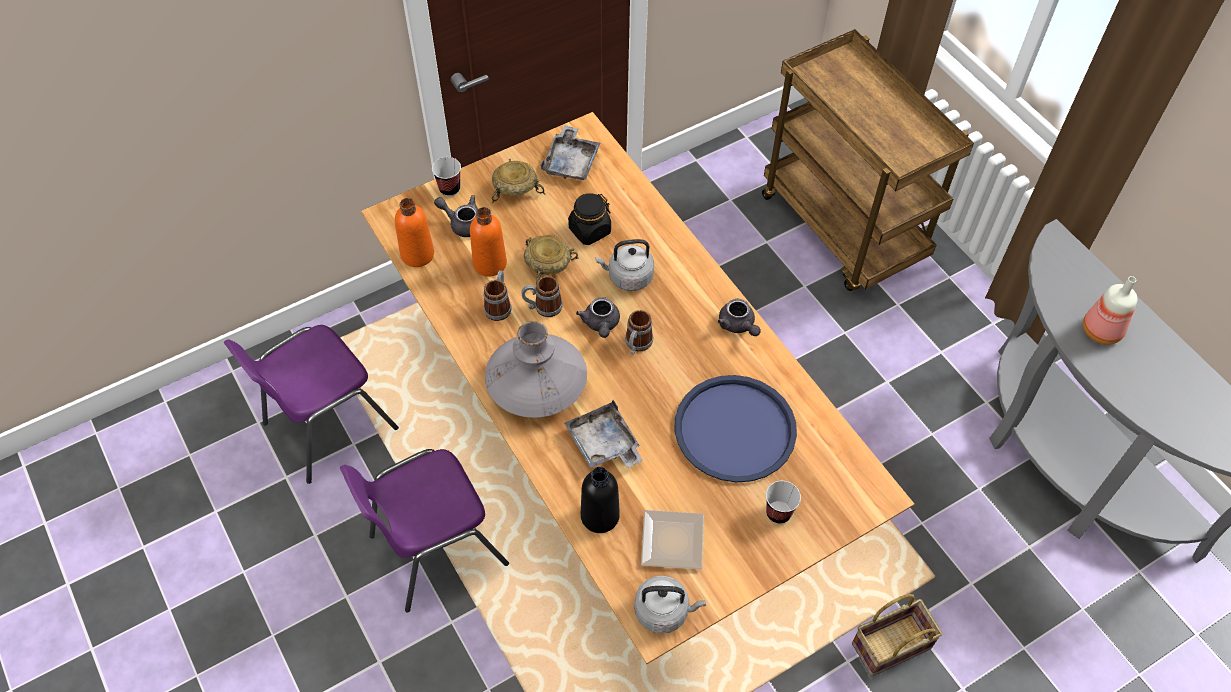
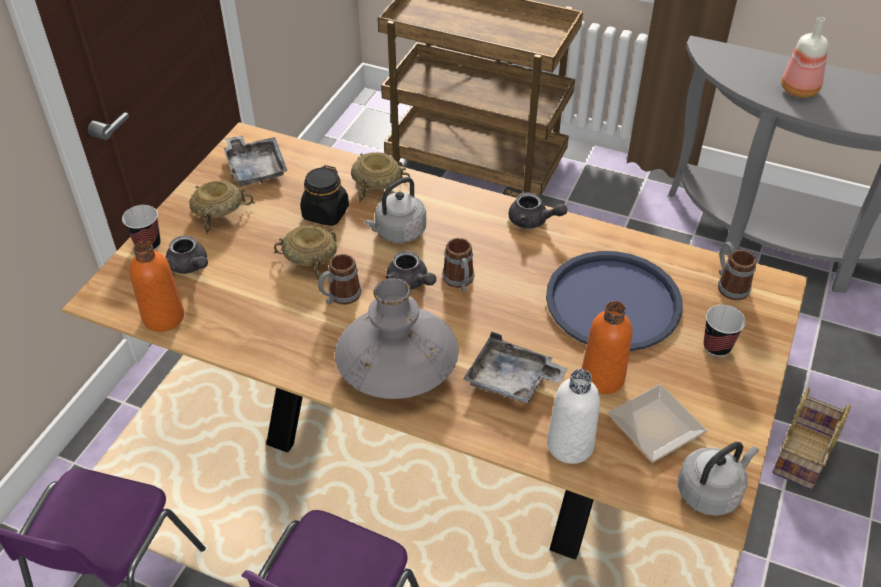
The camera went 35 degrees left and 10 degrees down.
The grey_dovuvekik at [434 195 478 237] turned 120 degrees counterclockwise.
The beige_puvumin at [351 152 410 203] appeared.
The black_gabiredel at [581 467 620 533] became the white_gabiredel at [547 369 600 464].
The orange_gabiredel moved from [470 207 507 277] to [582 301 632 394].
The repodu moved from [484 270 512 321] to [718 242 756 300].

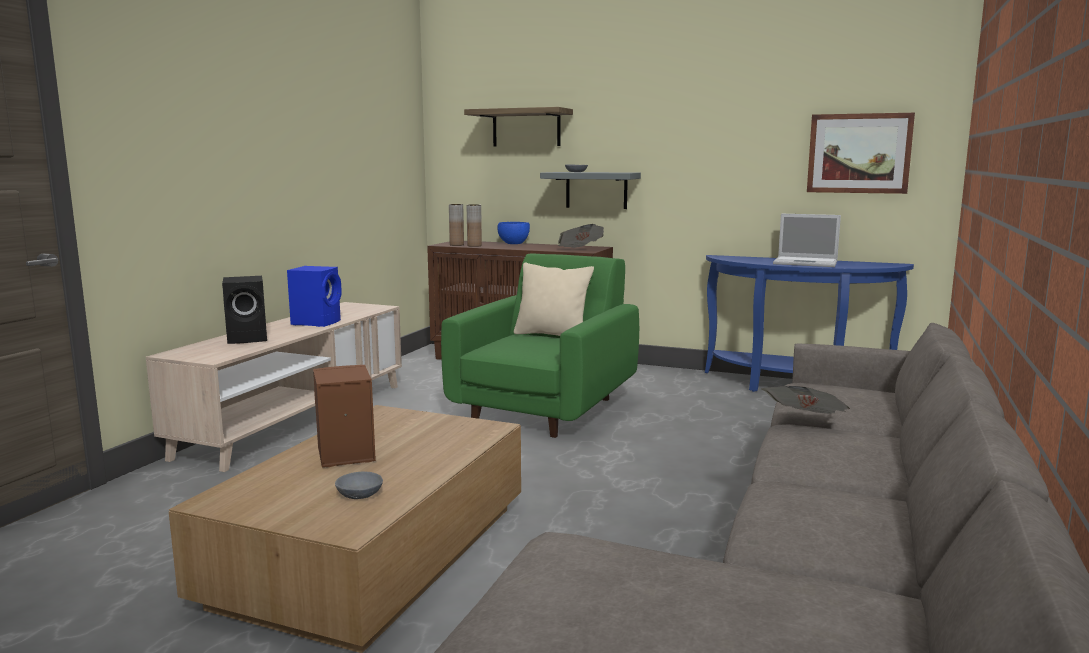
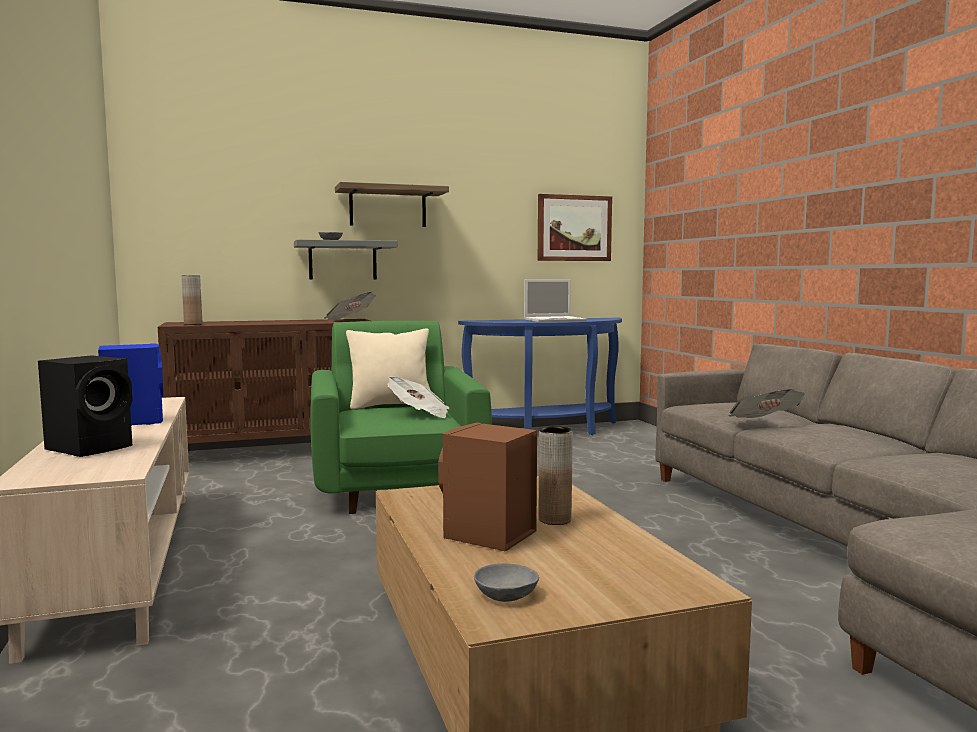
The camera went 40 degrees left and 5 degrees down.
The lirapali moved from [464 107 573 146] to [335 182 449 227].
The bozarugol at [387 376 449 418] appeared.
The grey_puvumin moved from [335 472 383 499] to [474 563 539 602].
The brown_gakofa moved from [467 204 482 247] to [538 426 573 525].
The blue_puvumin at [497 222 530 244] disappeared.

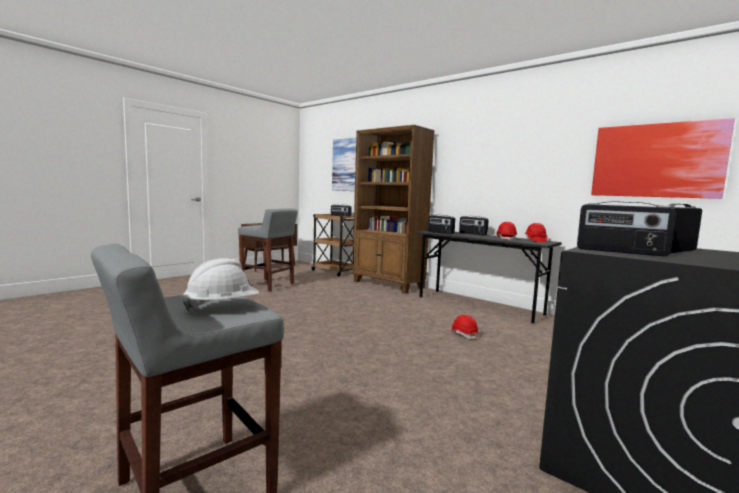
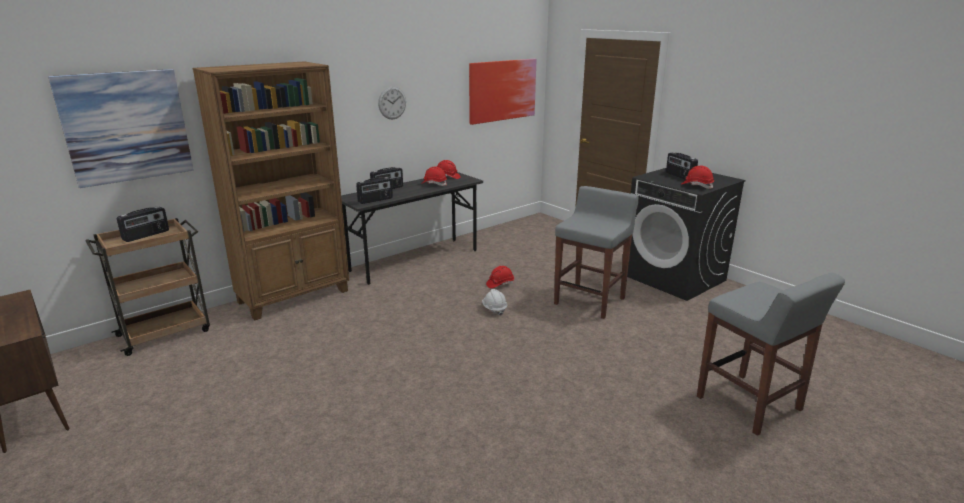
The camera went 80 degrees left and 15 degrees up.
The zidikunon at [378 87 406 119] appeared.
The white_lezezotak moved from [183 258 259 311] to [482 289 507 316].
The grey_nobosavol moved from [238 208 298 292] to [554 186 639 319].
The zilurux at [577 201 676 256] was replaced by the red_lezezotak at [682 165 714 189].

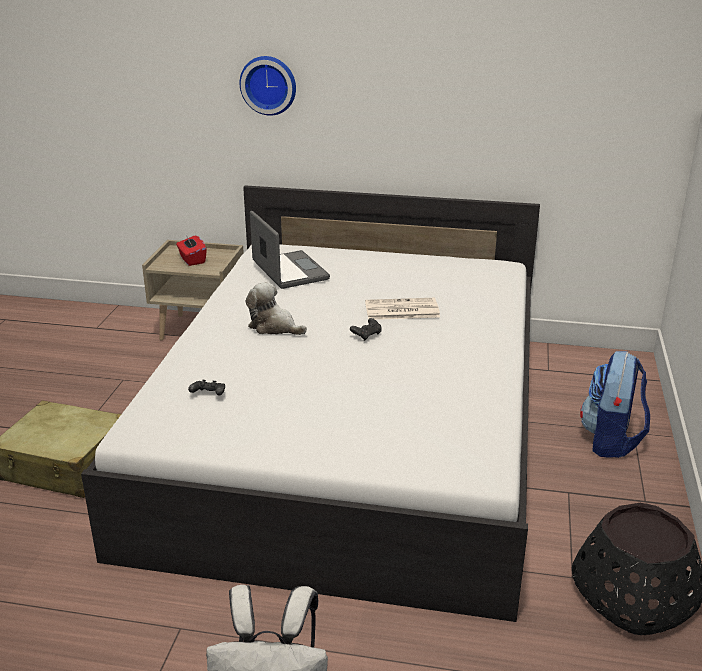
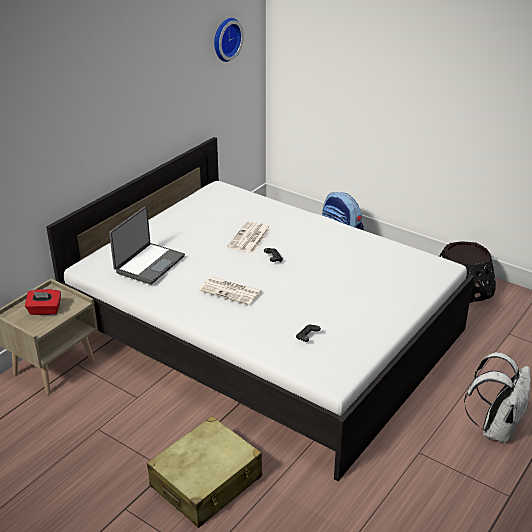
The camera went 65 degrees left and 5 degrees up.
The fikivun at [250 211 330 289] turned 120 degrees clockwise.
The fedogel at [246 282 307 335] was replaced by the bozarugol at [199 277 262 305].
The zidikunon moved from [240 56 296 116] to [214 18 244 62].

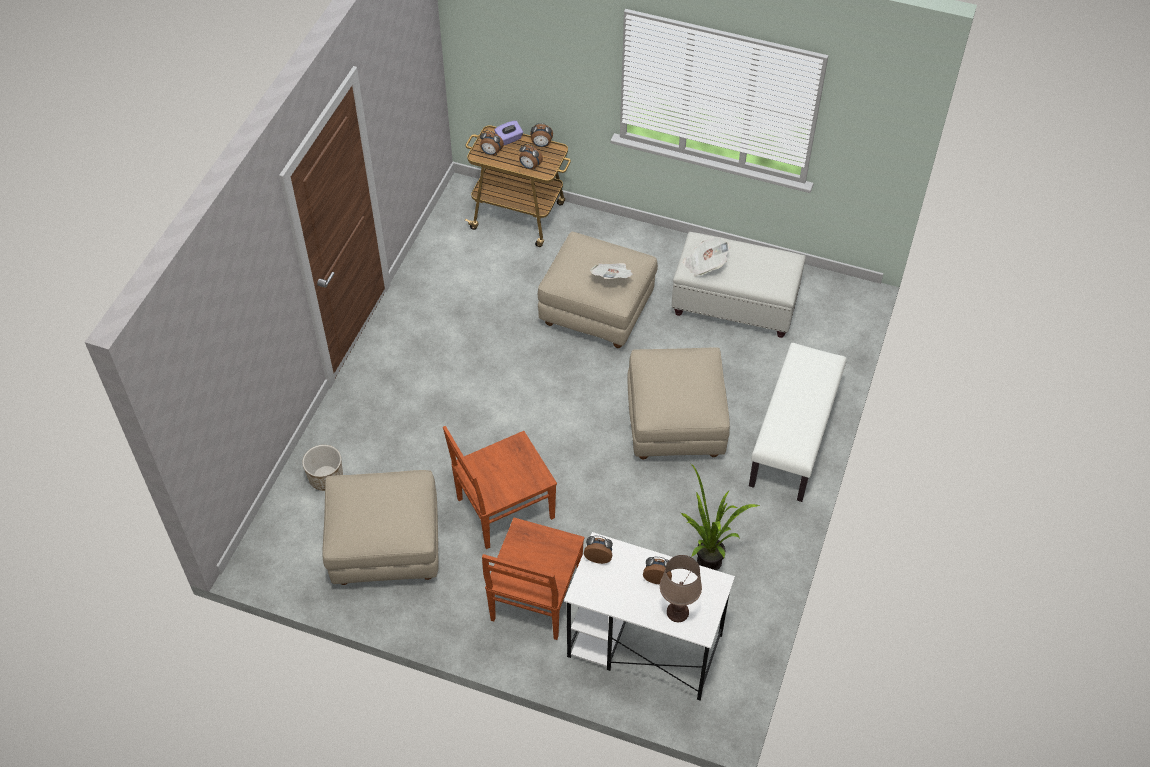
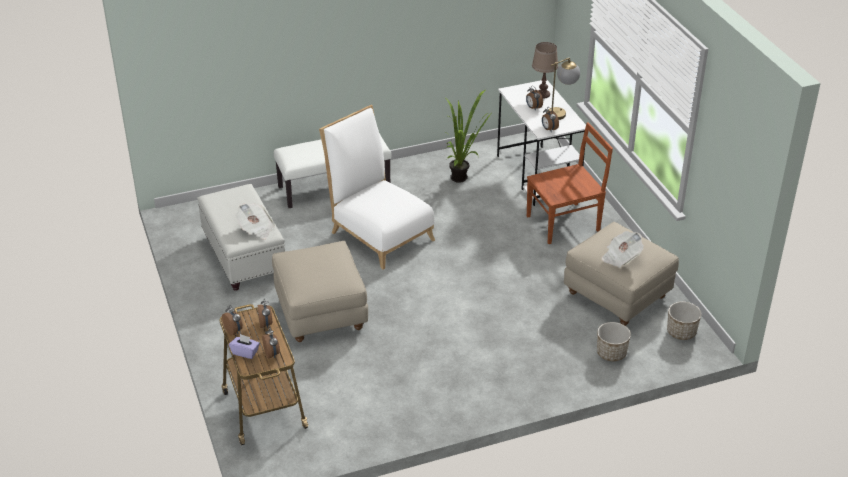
The camera went 130 degrees left and 15 degrees down.
The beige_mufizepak at [628 347 730 460] was replaced by the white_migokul at [319 105 435 270].
The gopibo at [547 57 580 120] appeared.
The bozarugol moved from [590 263 633 279] to [601 231 644 268].
The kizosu at [667 302 701 340] appeared.
The brown_migokul at [443 426 557 549] disappeared.

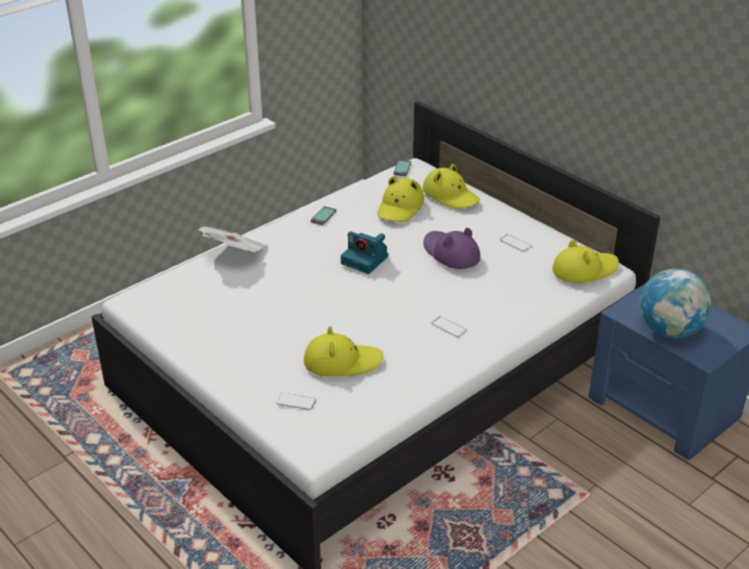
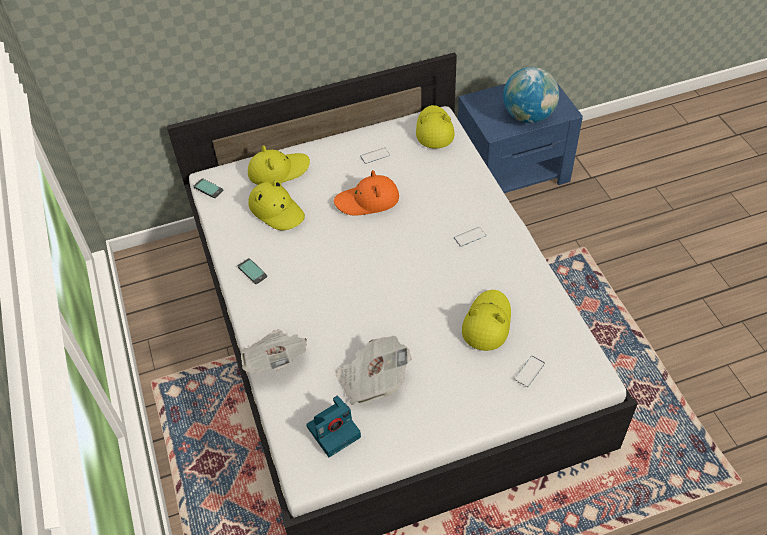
The camera went 65 degrees left and 15 degrees up.
The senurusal moved from [341 231 388 274] to [306 395 361 457].
The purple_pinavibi at [423 228 481 269] became the orange_pinavibi at [334 170 399 216].
The bozarugol at [336 336 411 405] appeared.

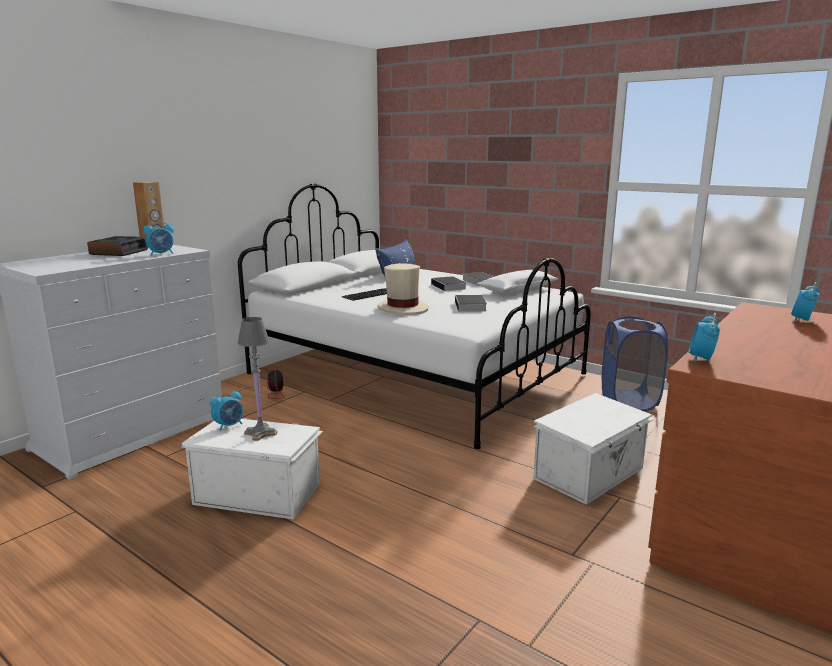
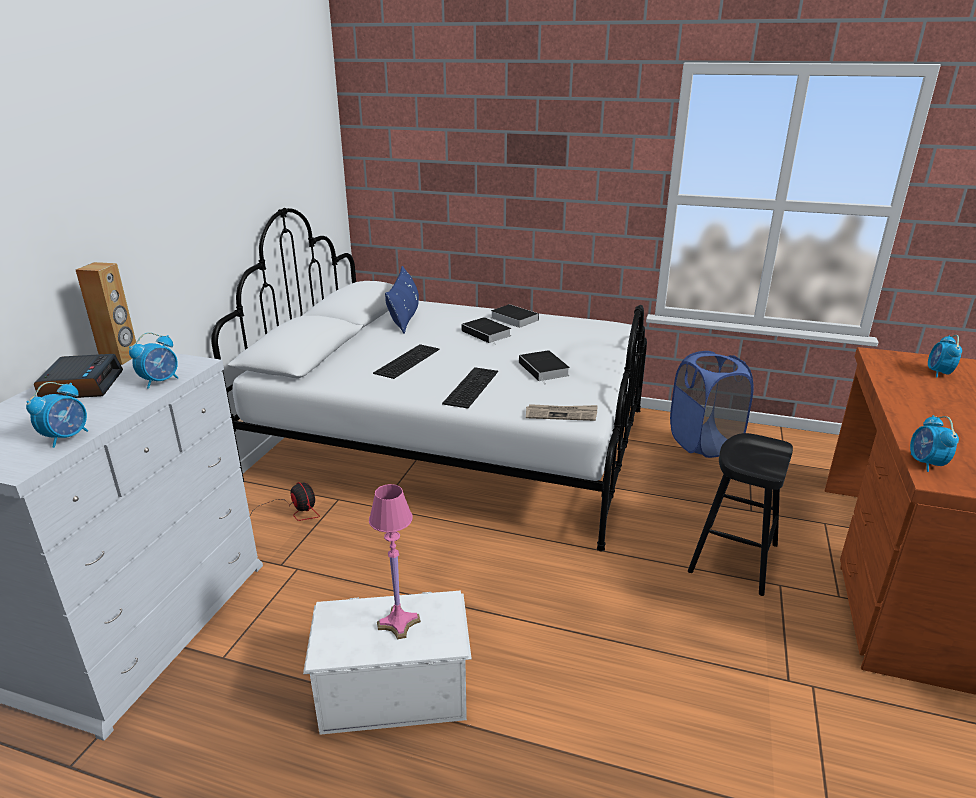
The camera went 20 degrees left and 10 degrees up.
The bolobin moved from [210 389 243 431] to [26 382 88 448].
The grey_gopibo at [237 317 278 441] became the pink_gopibo at [369 484 421 639].
The beige_pinavibi at [377 263 429 315] was replaced by the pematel at [442 367 498 409].
The bozarugol at [526 404 598 421] appeared.
The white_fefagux at [533 393 655 505] was replaced by the black_nobosavol at [688 433 793 596].
The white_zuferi at [477 270 559 294] disappeared.

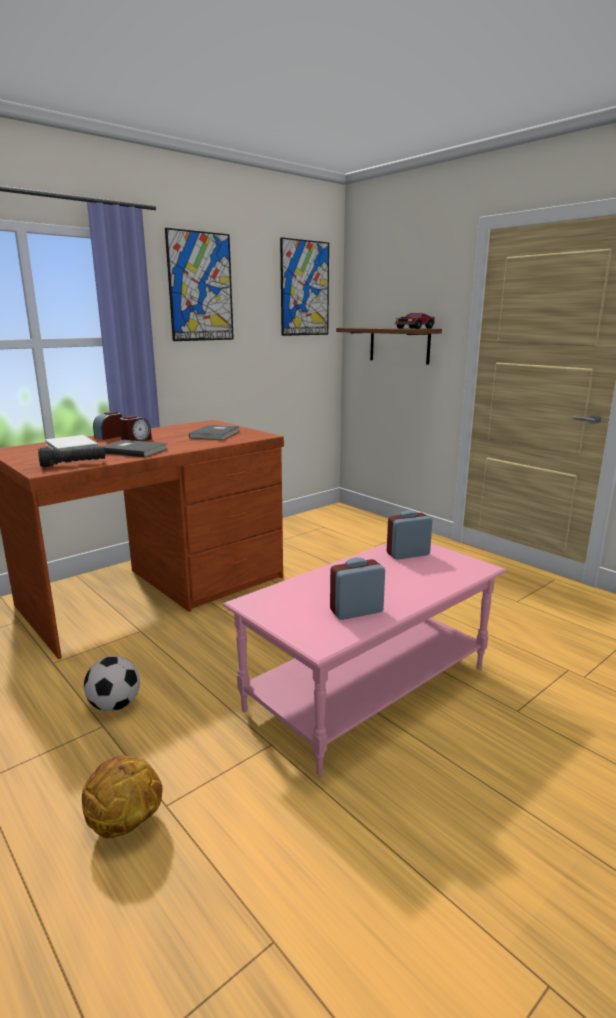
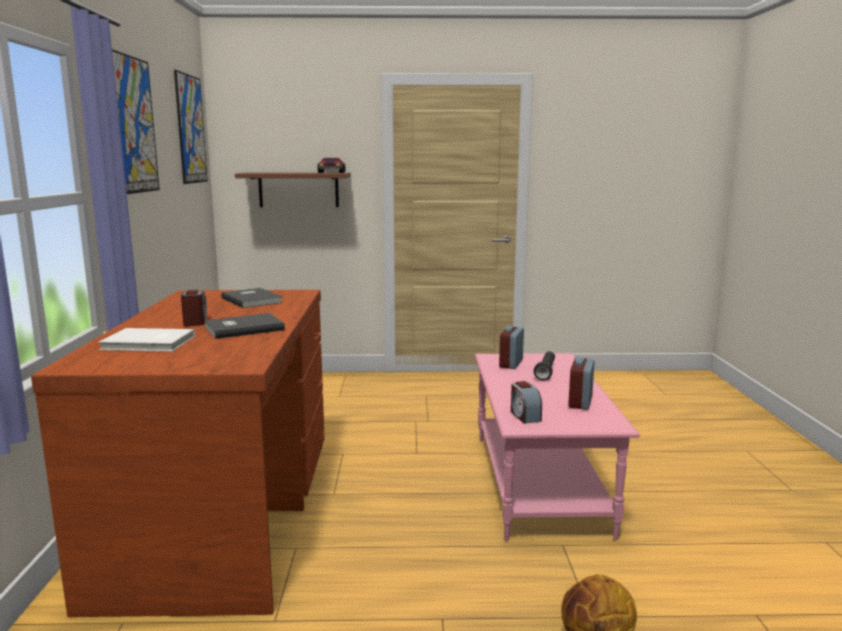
The camera went 50 degrees left and 5 degrees down.
The bolobin moved from [93 411 122 440] to [511 381 542 424].
The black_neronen moved from [38 447 105 467] to [534 351 555 380].
The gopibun at [84 656 140 711] disappeared.

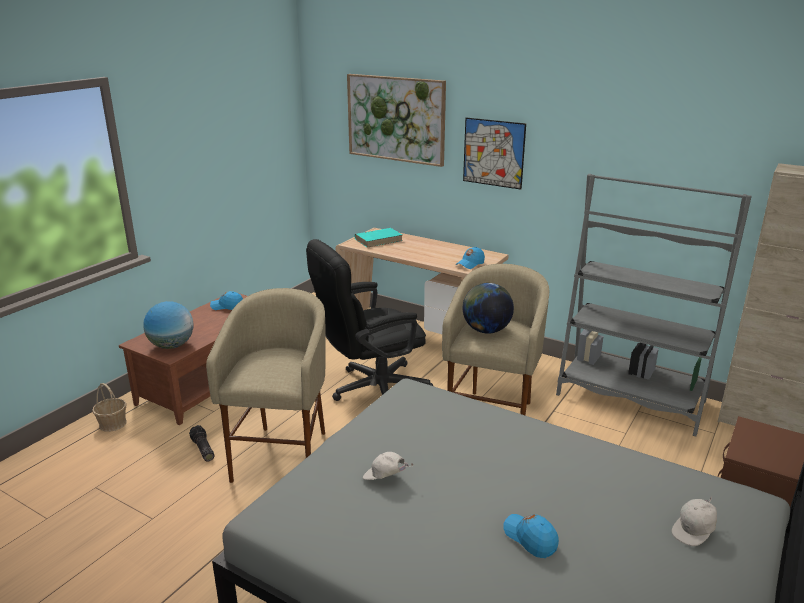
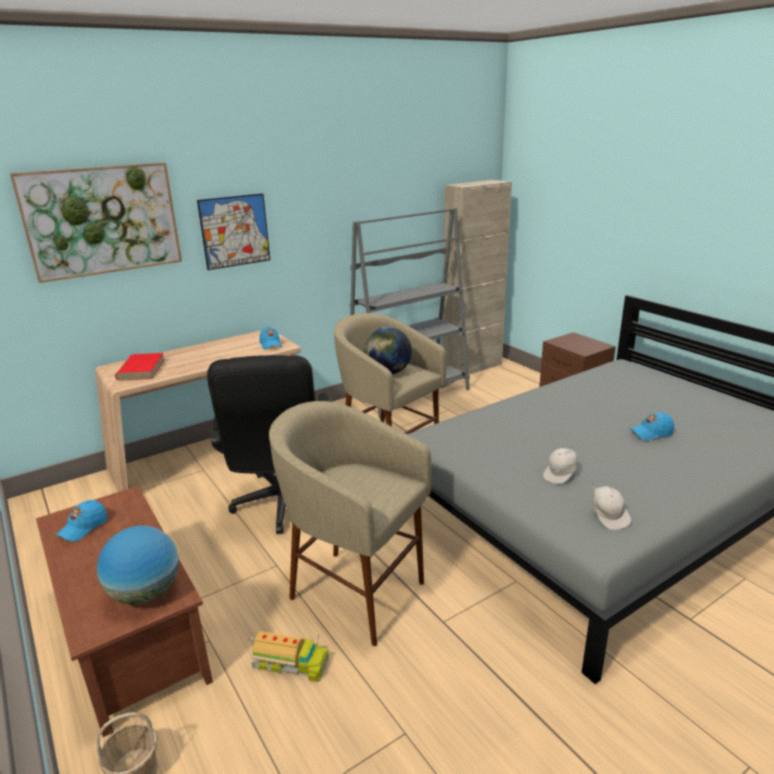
The camera went 65 degrees left and 0 degrees up.
The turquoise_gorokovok at [354 228 403 247] became the red_gorokovok at [115 353 165 381].
The neronen at [189 425 214 461] was replaced by the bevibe at [247 631 329 682].
The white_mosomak moved from [671 496 717 546] to [592 483 631 530].

